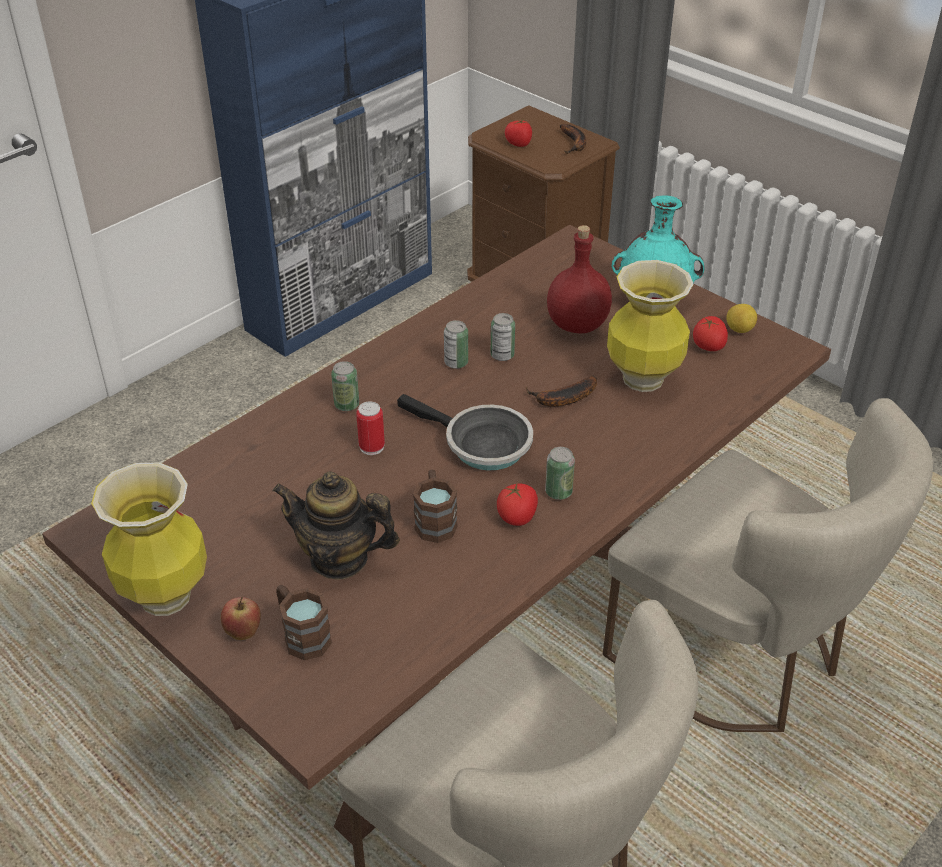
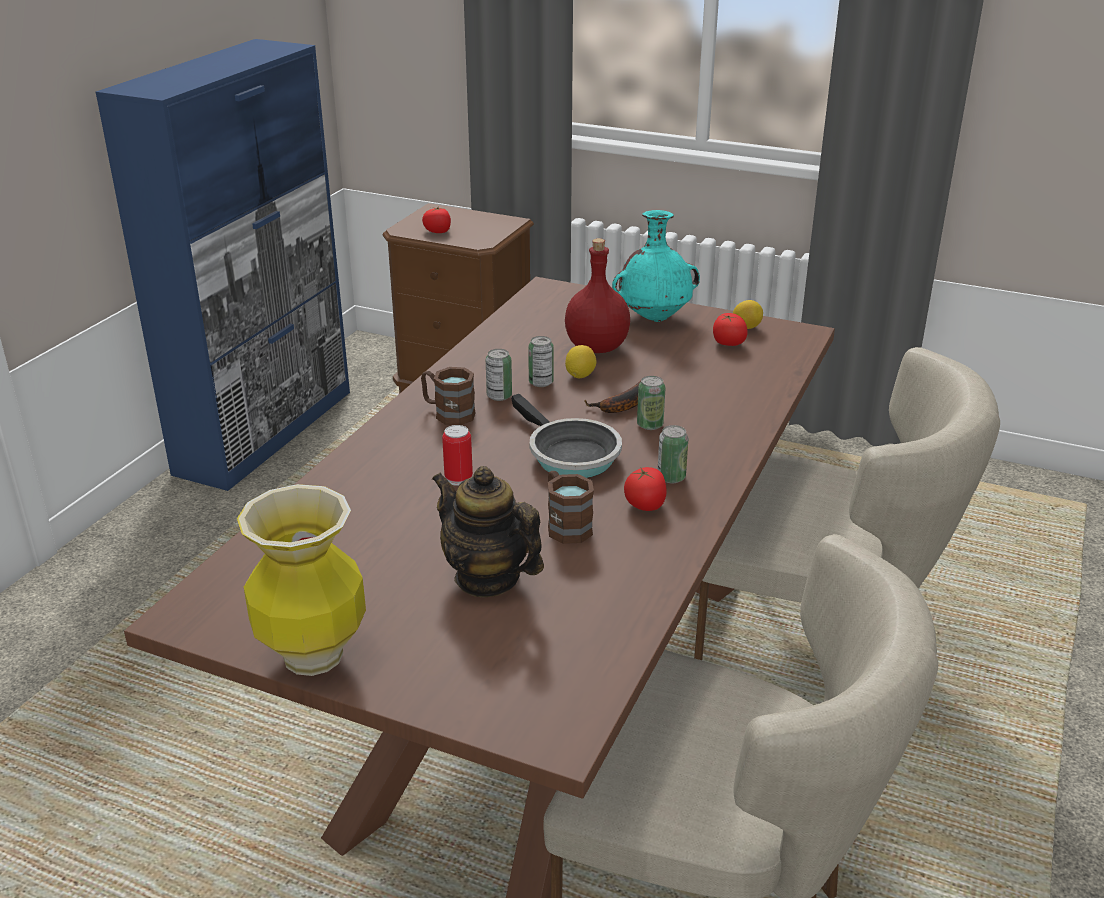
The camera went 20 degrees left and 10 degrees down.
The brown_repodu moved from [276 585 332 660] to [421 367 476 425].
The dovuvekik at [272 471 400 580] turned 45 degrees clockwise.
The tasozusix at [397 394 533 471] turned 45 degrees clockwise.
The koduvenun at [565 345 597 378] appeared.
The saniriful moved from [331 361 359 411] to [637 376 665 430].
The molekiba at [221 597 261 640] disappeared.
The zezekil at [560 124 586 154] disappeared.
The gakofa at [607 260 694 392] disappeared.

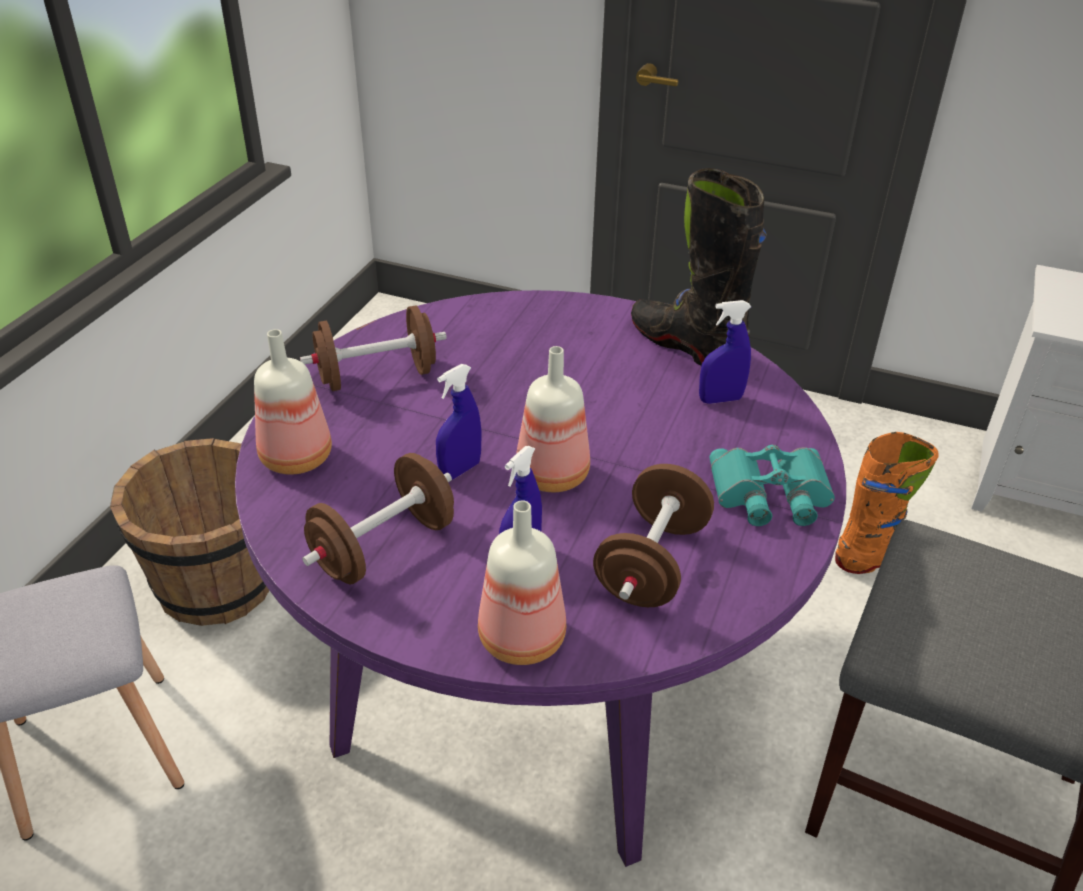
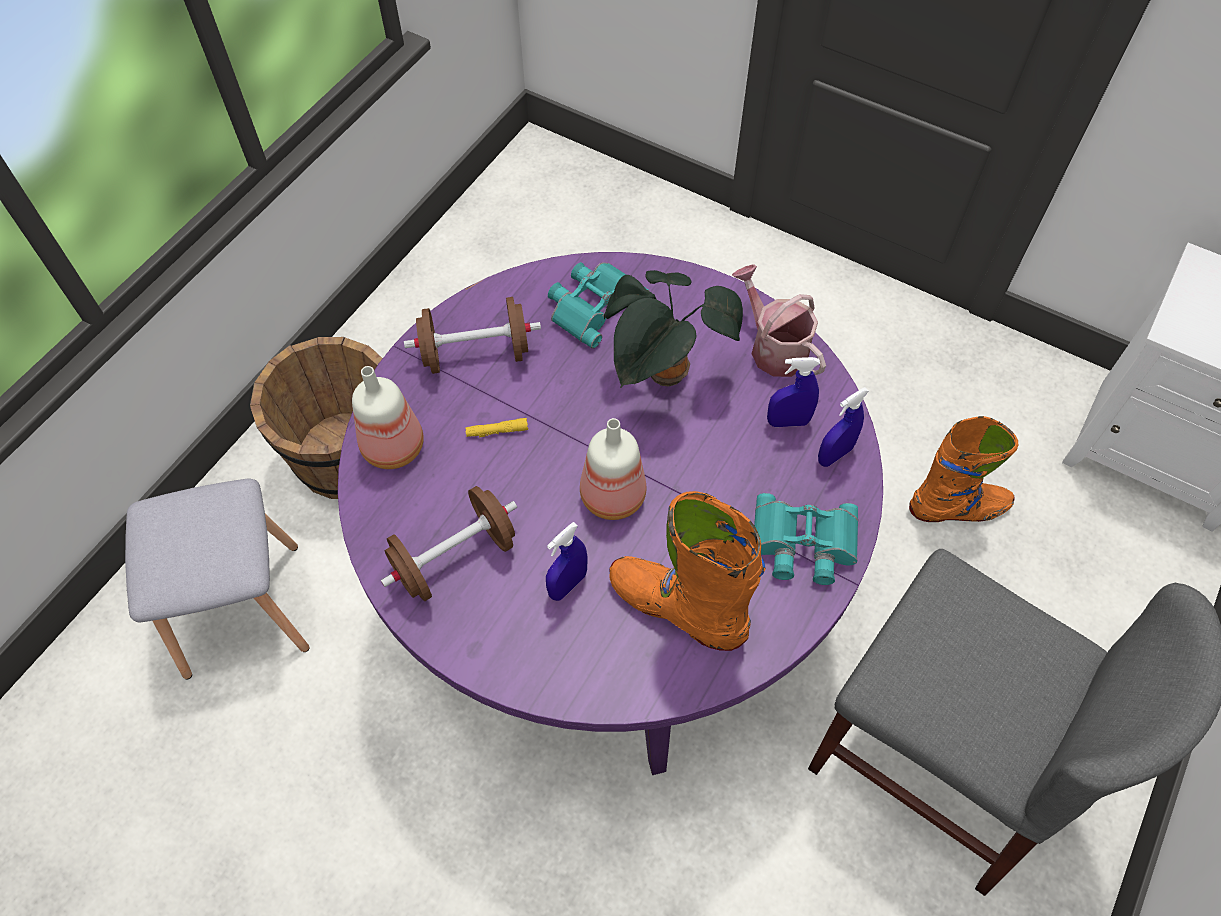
The camera went 10 degrees right and 20 degrees up.
The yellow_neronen at [465 418 528 437] appeared.
The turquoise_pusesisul at [548 262 649 349] appeared.
The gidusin at [604 270 743 388] appeared.
The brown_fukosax at [593 464 714 607] was replaced by the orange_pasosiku at [609 491 766 651].
The black_pasosiku at [631 168 766 366] was replaced by the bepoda at [732 265 826 377].
The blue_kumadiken moved from [436 364 482 480] to [818 387 869 467].
The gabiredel at [478 500 566 665] disappeared.

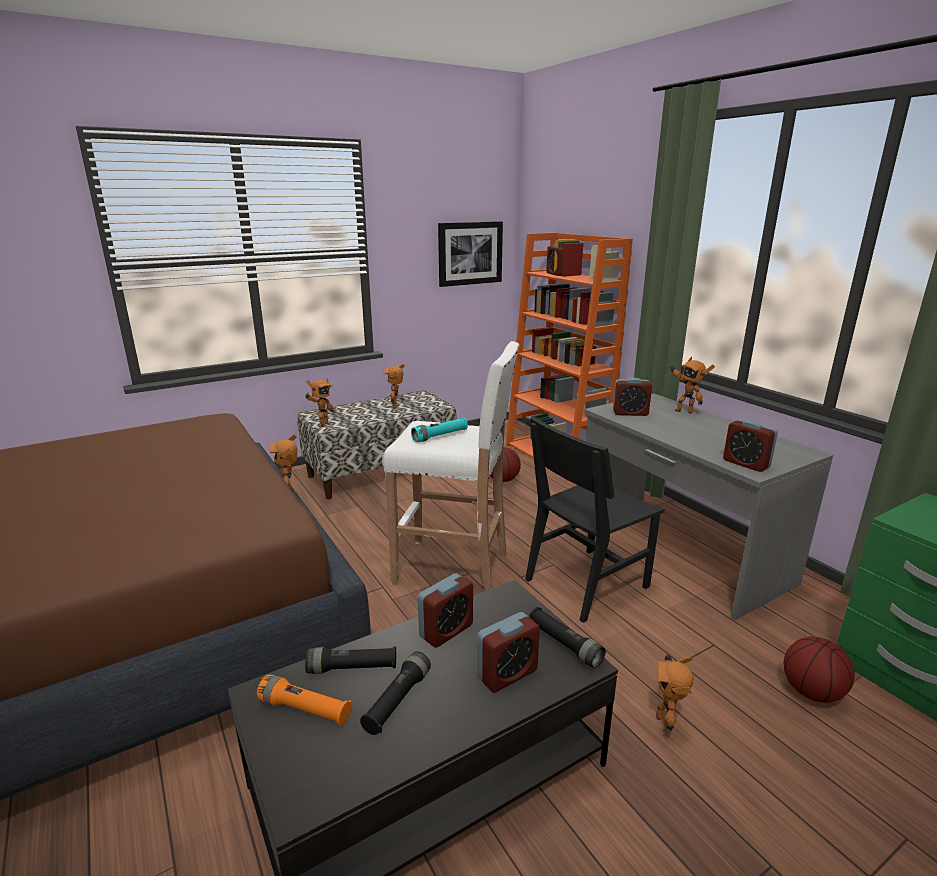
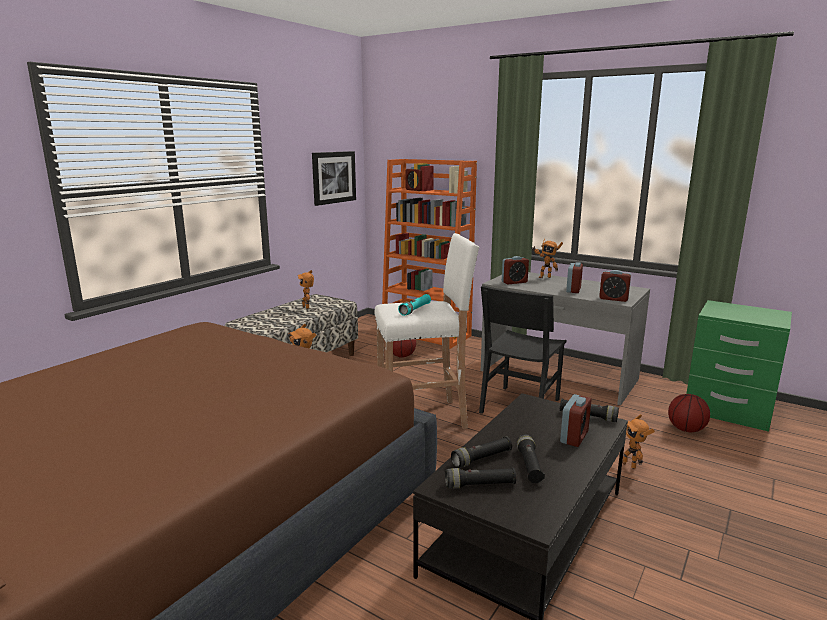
The camera went 25 degrees left and 5 degrees down.
The orange_neronen at [257 675 352 725] became the black_neronen at [445 467 516 489].
The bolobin moved from [418 573 473 648] to [566 262 583 293].
The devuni at [306 378 333 428] disappeared.

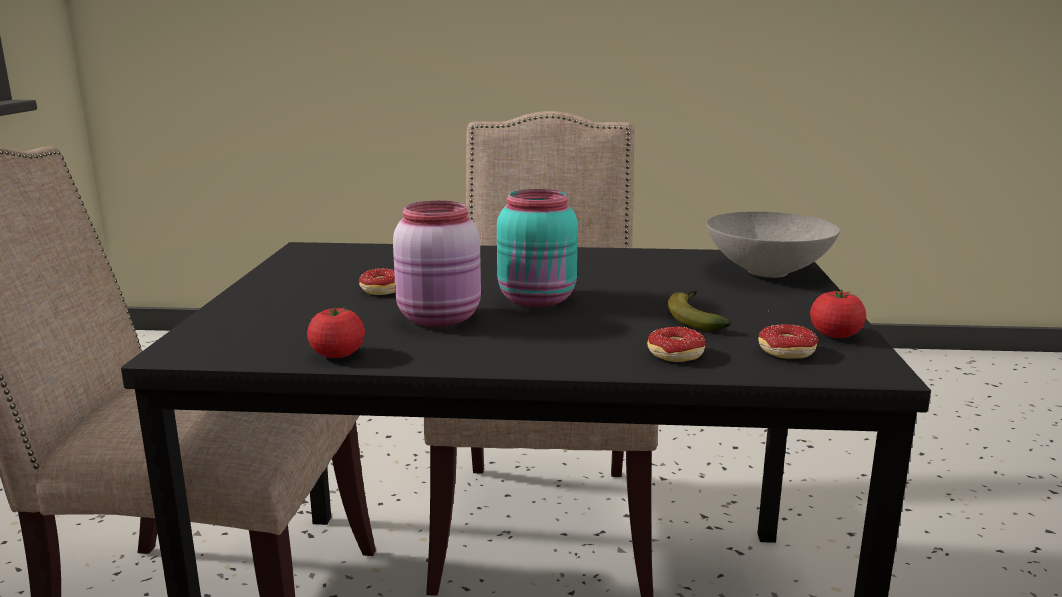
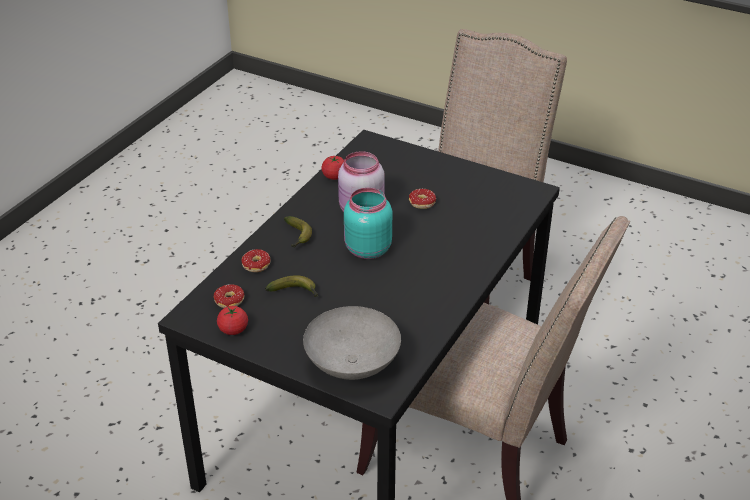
The camera went 115 degrees right and 20 degrees up.
The zezekil at [284 216 312 248] appeared.

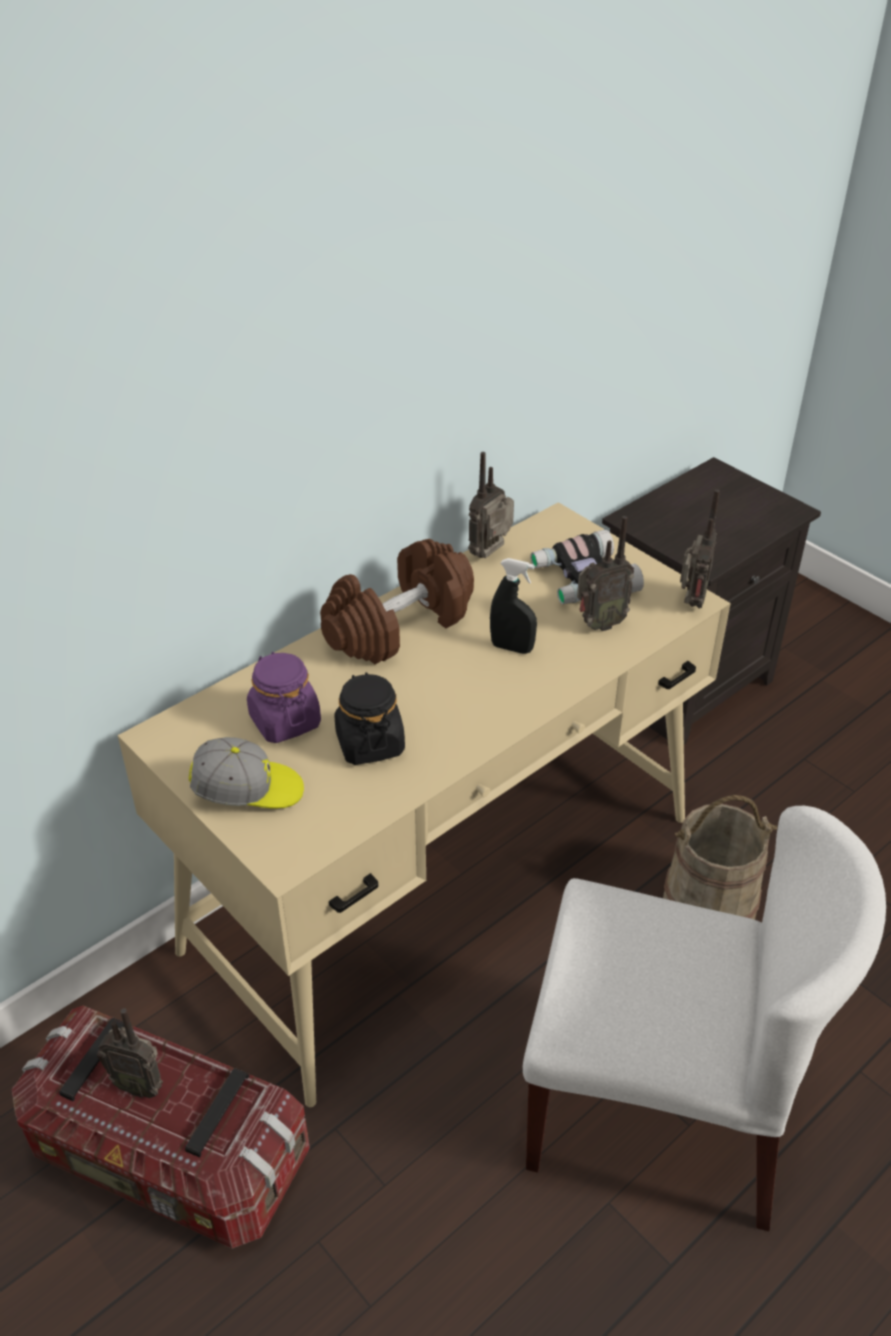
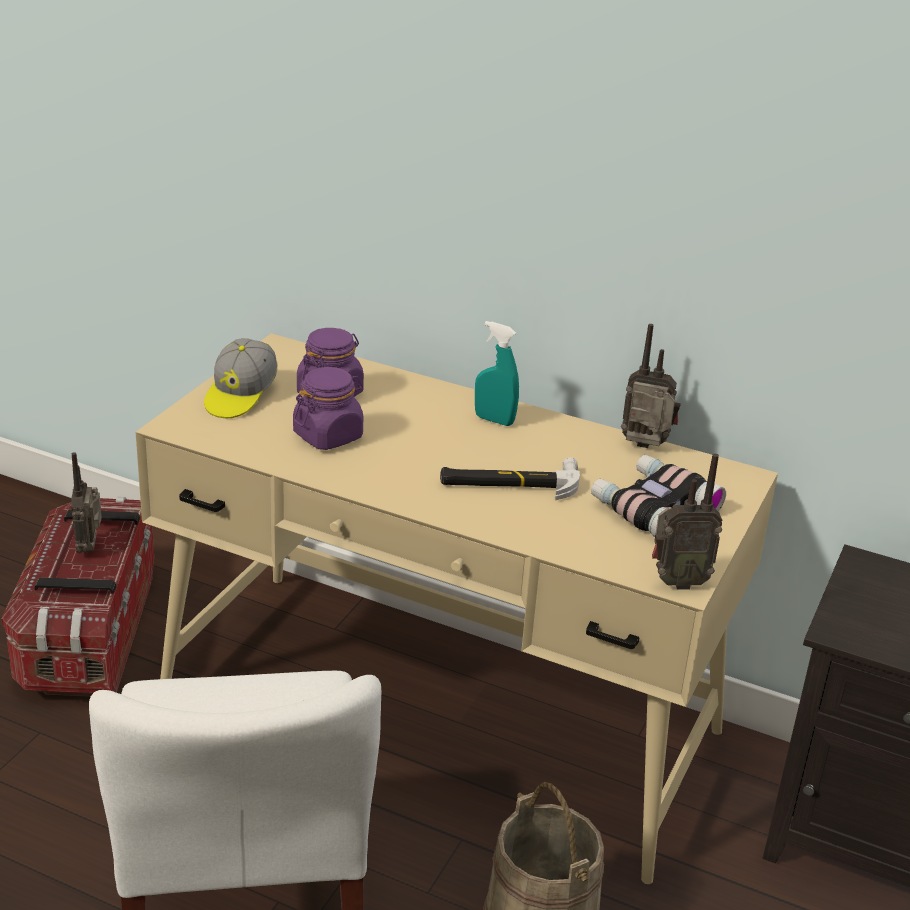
The camera went 65 degrees right and 10 degrees down.
The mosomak at [189 737 304 809] turned 45 degrees clockwise.
The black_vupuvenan at [334 672 405 765] became the purple_vupuvenan at [293 367 364 450].
The black_kumadiken at [490 558 537 654] was replaced by the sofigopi at [440 457 580 500].
The brown_fukosax at [320 539 474 665] was replaced by the turquoise_kumadiken at [475 321 519 426].
The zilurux at [577 516 634 631] disappeared.

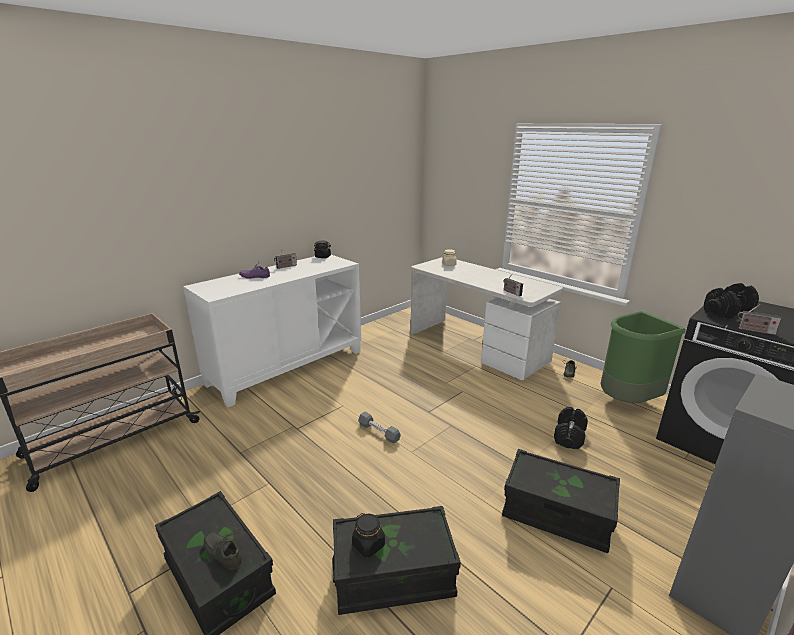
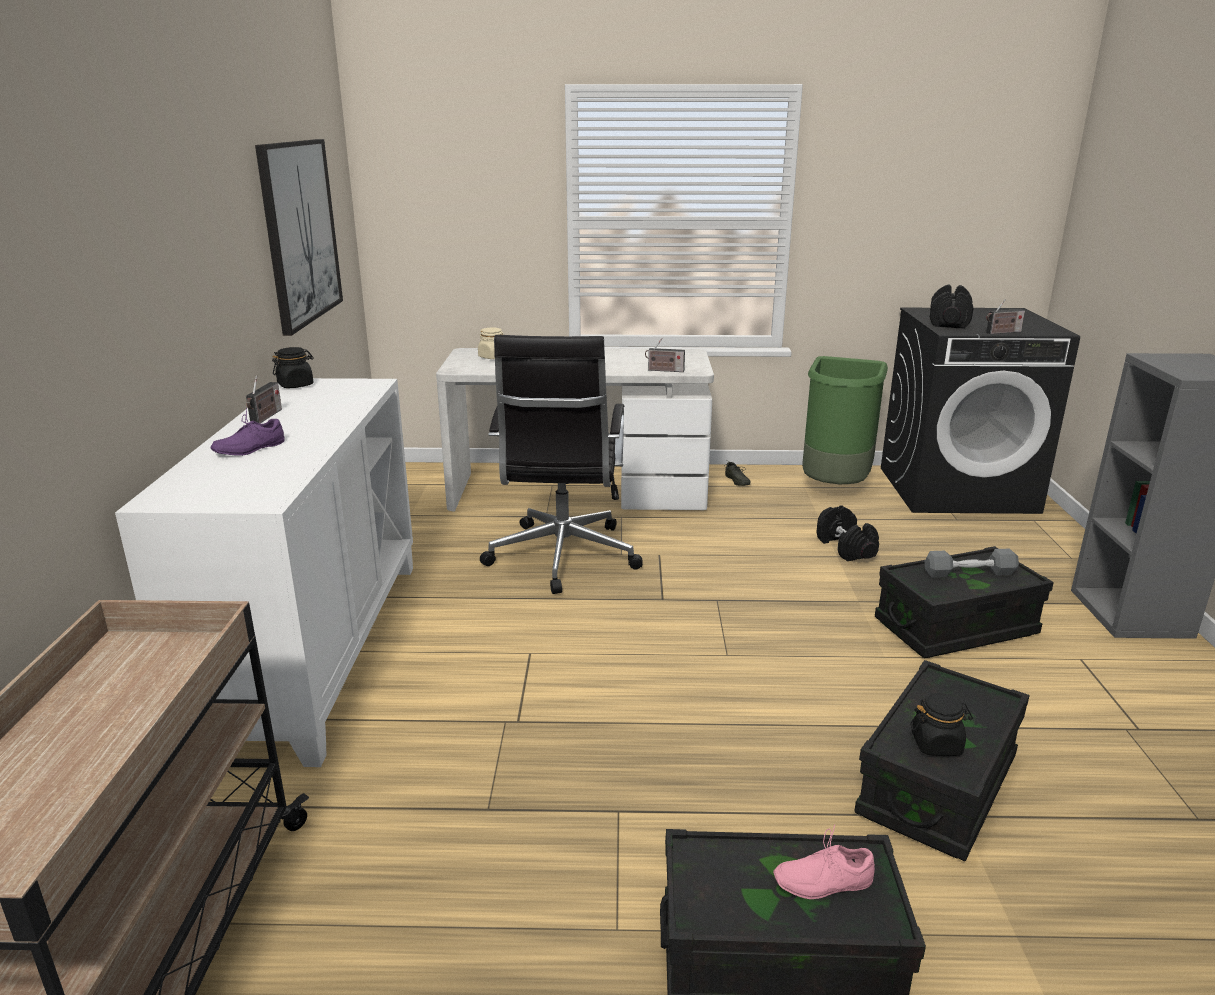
The camera went 45 degrees left and 0 degrees up.
The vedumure at [255 139 343 336] appeared.
The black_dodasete at [480 335 643 594] appeared.
The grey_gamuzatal at [204 530 242 570] became the pink_gamuzatal at [773 824 875 899].
The grey_fukosax moved from [358 412 401 443] to [925 549 1019 578].

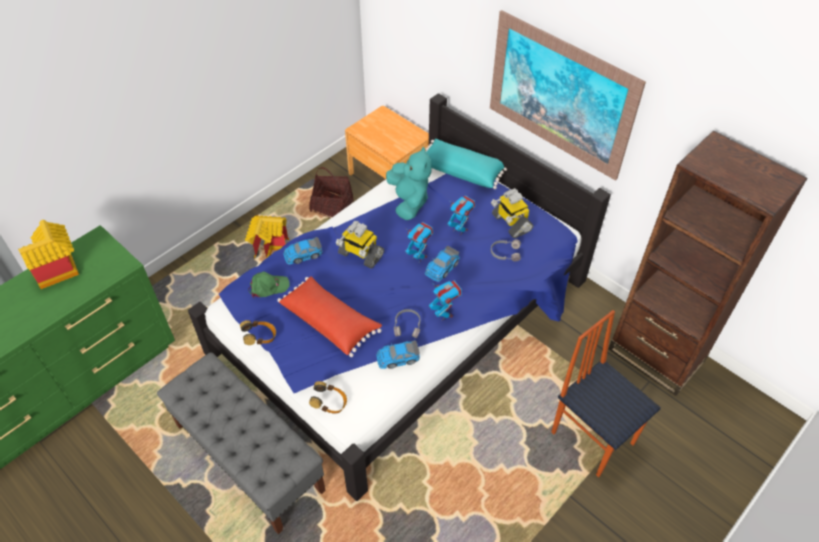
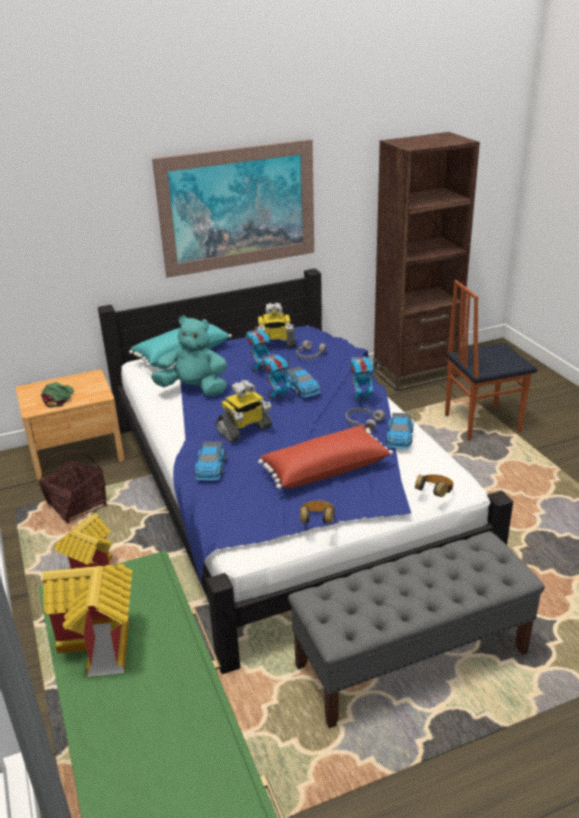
The camera went 65 degrees left and 20 degrees down.
The green_mosomak moved from [249 271 290 299] to [41 382 74 408].

